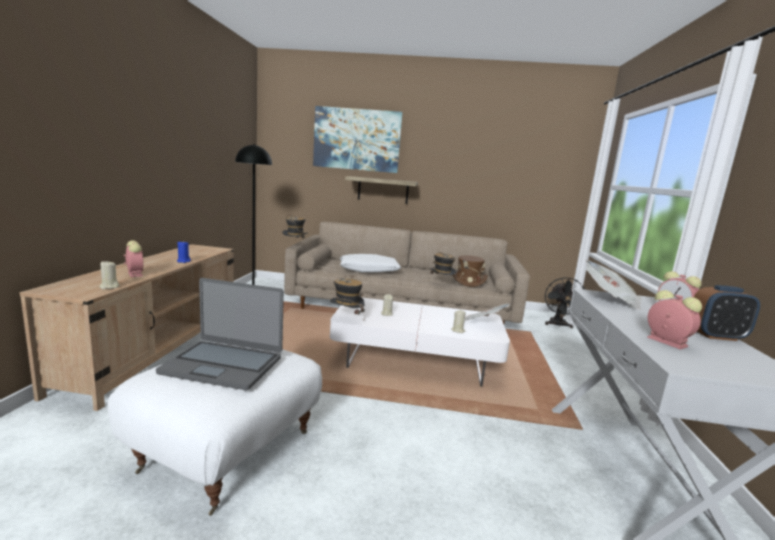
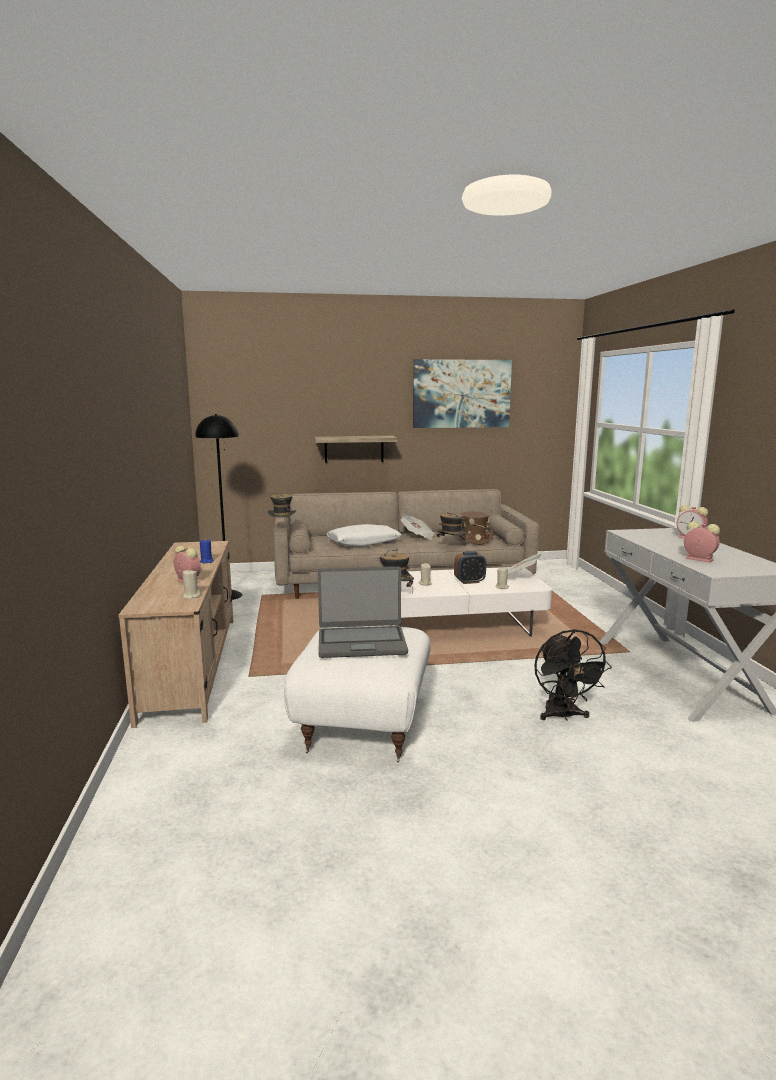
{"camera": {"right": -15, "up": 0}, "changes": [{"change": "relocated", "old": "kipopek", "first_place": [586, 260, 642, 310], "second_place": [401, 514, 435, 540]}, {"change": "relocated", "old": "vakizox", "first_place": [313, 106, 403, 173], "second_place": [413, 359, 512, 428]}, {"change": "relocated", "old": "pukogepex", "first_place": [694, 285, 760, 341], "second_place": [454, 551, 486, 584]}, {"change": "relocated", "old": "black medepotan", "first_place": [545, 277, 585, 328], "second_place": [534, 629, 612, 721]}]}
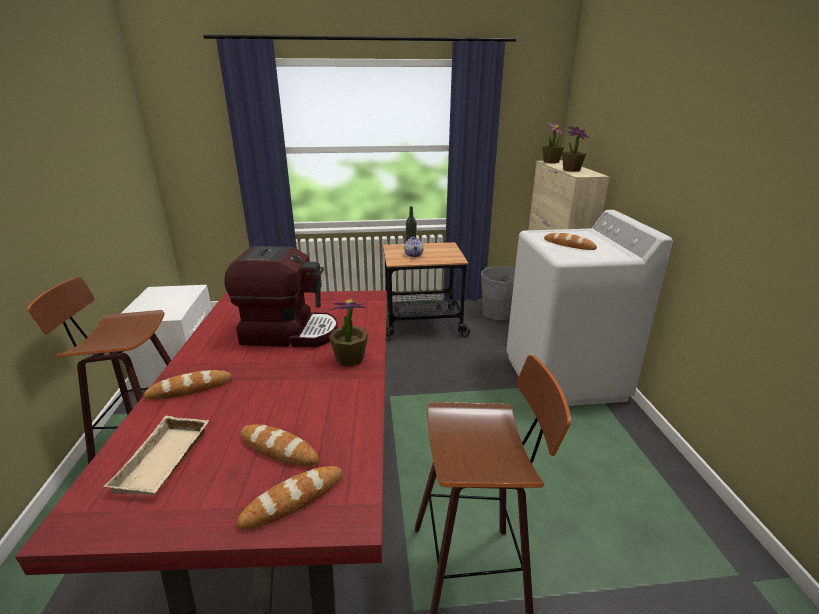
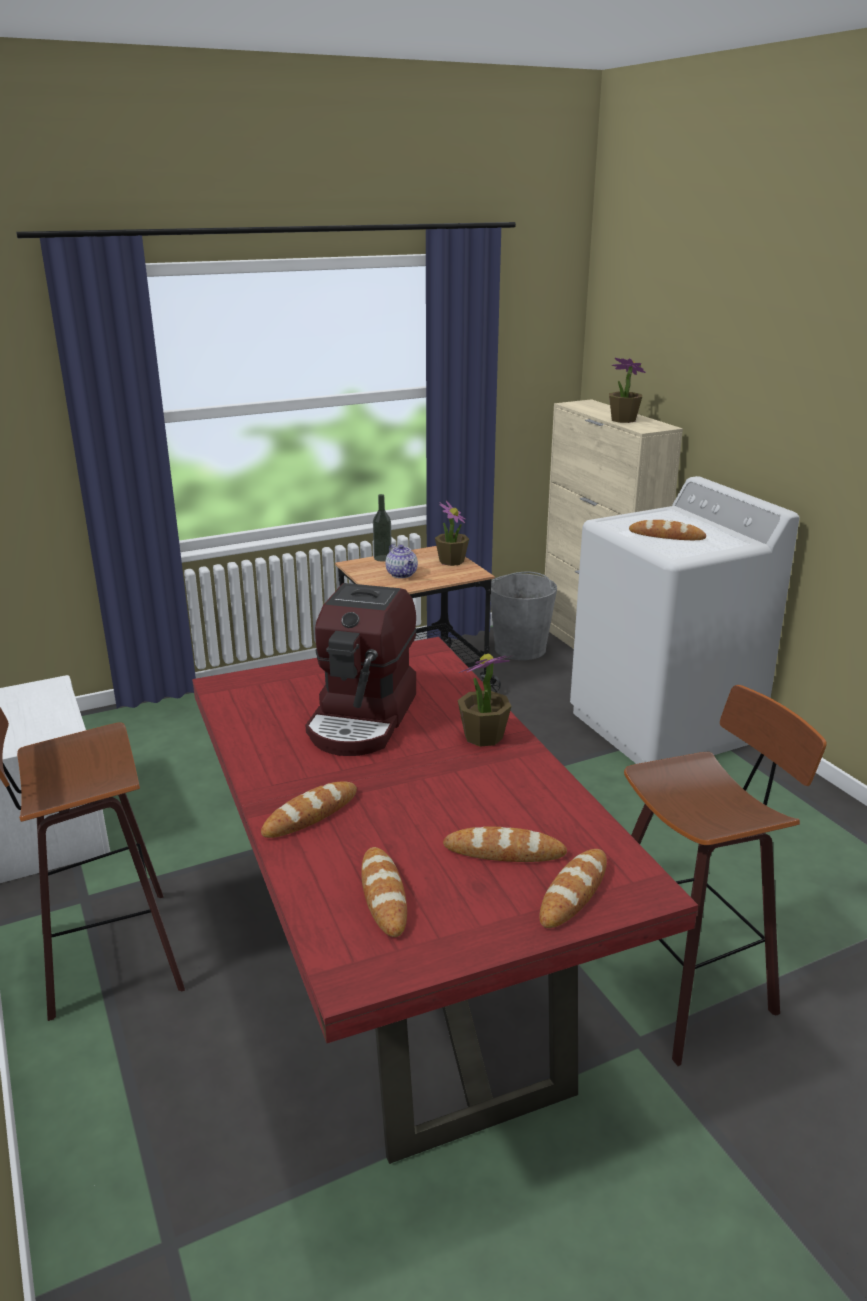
{"camera": {"right": -20, "up": 0}, "changes": [{"change": "spun", "old": "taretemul", "first_place": [224, 246, 338, 347], "second_place": [306, 583, 417, 756], "degrees": 120}, {"change": "exchanged", "old": "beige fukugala", "new": "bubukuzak", "first_place": [103, 416, 209, 495], "second_place": [361, 847, 407, 937]}, {"change": "relocated", "old": "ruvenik", "first_place": [542, 122, 564, 163], "second_place": [435, 501, 469, 566]}]}
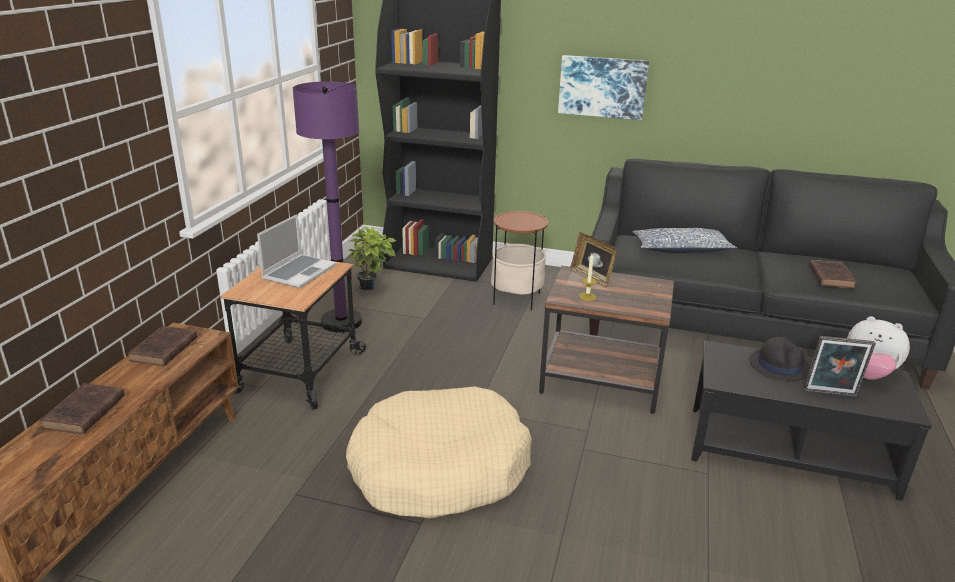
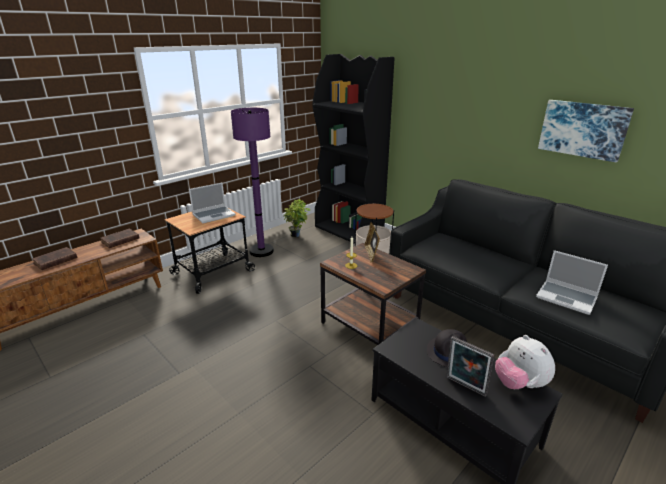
{"camera": {"right": 30, "up": 0}, "changes": [{"change": "exchanged", "old": "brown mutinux", "new": "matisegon", "first_place": [809, 260, 857, 288], "second_place": [536, 250, 608, 315]}, {"change": "relocated", "old": "vakizox", "first_place": [558, 55, 649, 120], "second_place": [538, 100, 634, 163]}, {"change": "missing", "old": "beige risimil", "first_place": [346, 386, 532, 519]}, {"change": "missing", "old": "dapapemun", "first_place": [632, 228, 737, 253]}]}
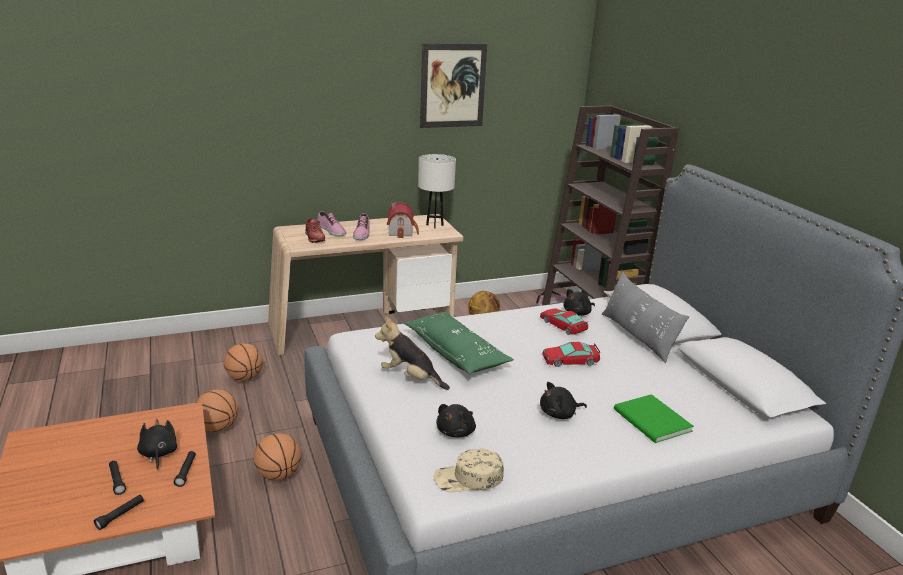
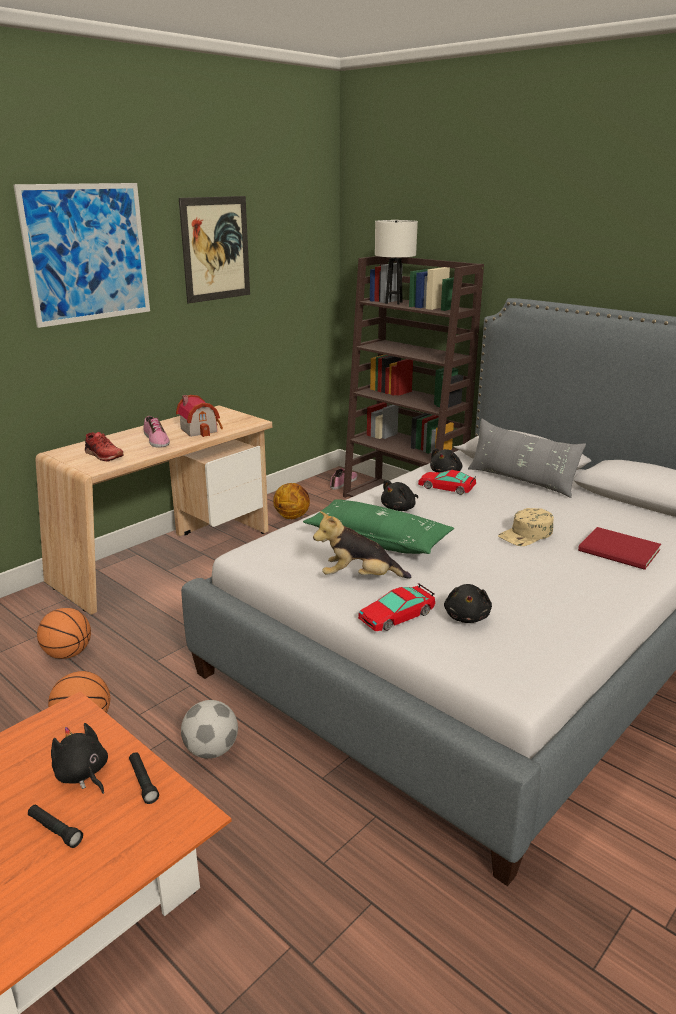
{"camera": {"right": -25, "up": 0}, "changes": [{"change": "appeared", "new": "vakizox", "second_place": [13, 183, 150, 328]}, {"change": "exchanged", "old": "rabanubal", "new": "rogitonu", "first_place": [254, 433, 301, 480], "second_place": [181, 700, 238, 759]}, {"change": "relocated", "old": "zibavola", "first_place": [542, 342, 601, 367], "second_place": [358, 583, 435, 631]}, {"change": "relocated", "old": "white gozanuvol", "first_place": [418, 154, 456, 228], "second_place": [375, 220, 418, 304]}, {"change": "relocated", "old": "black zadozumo", "first_place": [540, 382, 587, 419], "second_place": [381, 480, 418, 511]}, {"change": "relocated", "old": "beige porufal", "first_place": [434, 448, 504, 492], "second_place": [498, 508, 554, 546]}, {"change": "colour", "old": "green mutinux", "new": "red mutinux", "first_place": [614, 394, 694, 443], "second_place": [578, 527, 661, 570]}, {"change": "missing", "old": "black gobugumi", "first_place": [94, 495, 144, 530]}, {"change": "missing", "old": "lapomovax", "first_place": [317, 211, 346, 236]}]}
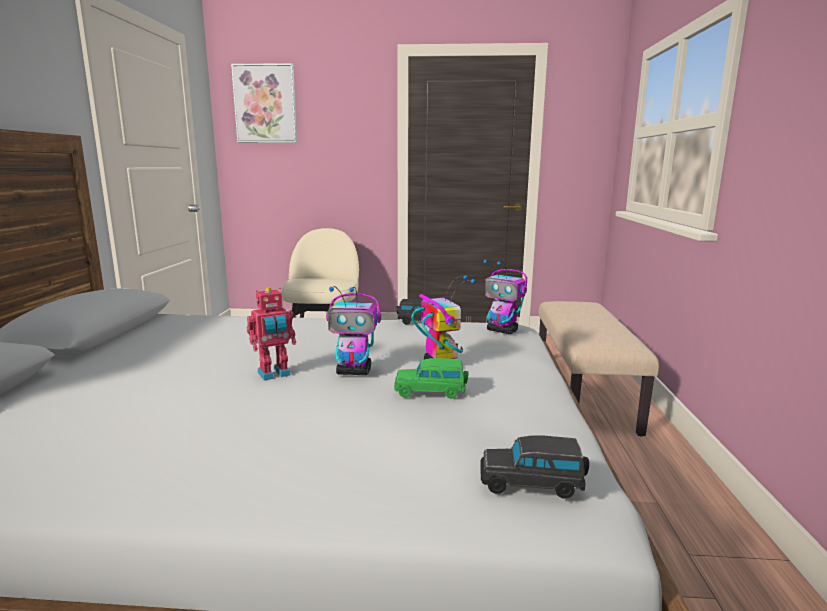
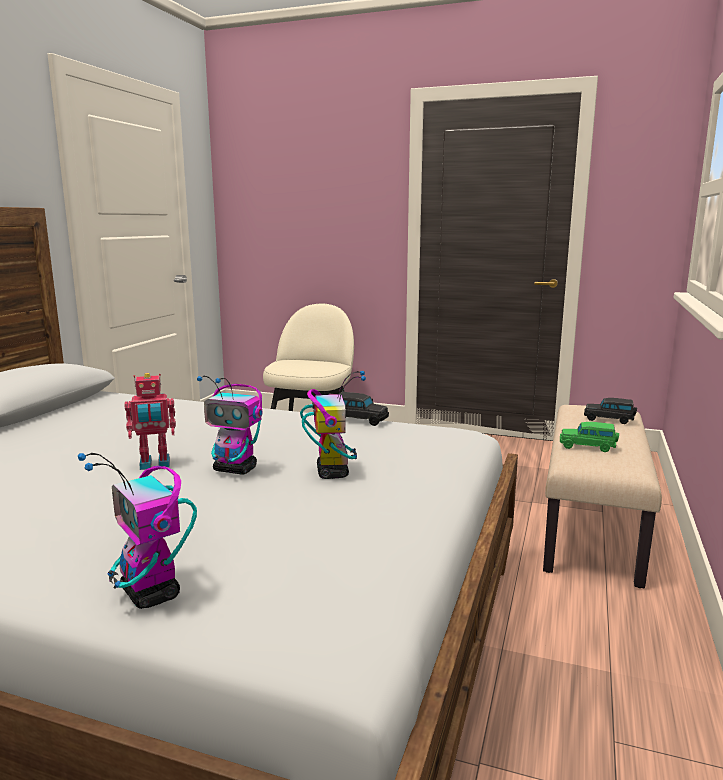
{"camera": {"right": 15, "up": 0}, "changes": [{"change": "relocated", "old": "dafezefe", "first_place": [484, 260, 527, 334], "second_place": [78, 453, 197, 609]}, {"change": "relocated", "old": "green zibavola", "first_place": [394, 358, 469, 399], "second_place": [560, 422, 619, 452]}, {"change": "relocated", "old": "black zibavola", "first_place": [480, 435, 589, 499], "second_place": [584, 398, 637, 424]}, {"change": "missing", "old": "vakizox", "first_place": [231, 63, 297, 143]}]}
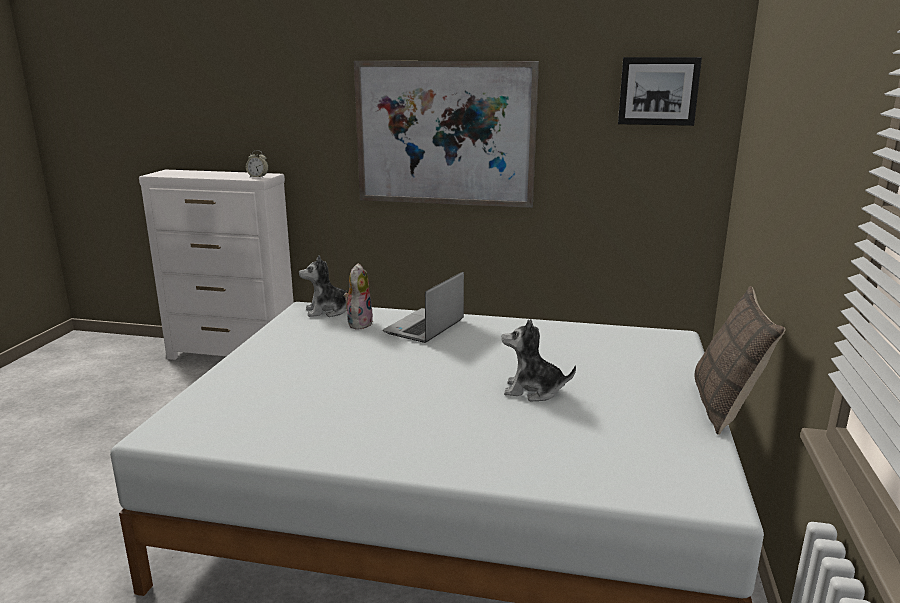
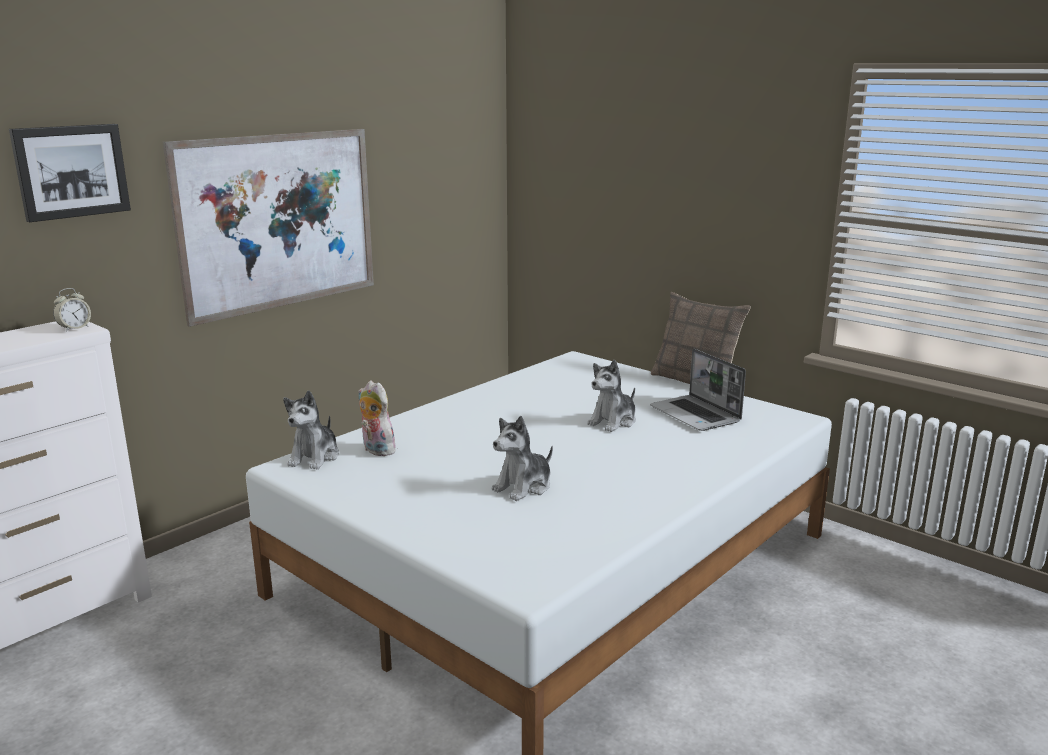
{"camera": {"right": -60, "up": 0}, "changes": [{"change": "relocated", "old": "vakizox", "first_place": [618, 57, 702, 126], "second_place": [9, 124, 131, 222]}, {"change": "appeared", "new": "zadozumo", "second_place": [492, 416, 553, 501]}, {"change": "relocated", "old": "matisegon", "first_place": [383, 272, 464, 343], "second_place": [650, 349, 746, 431]}]}
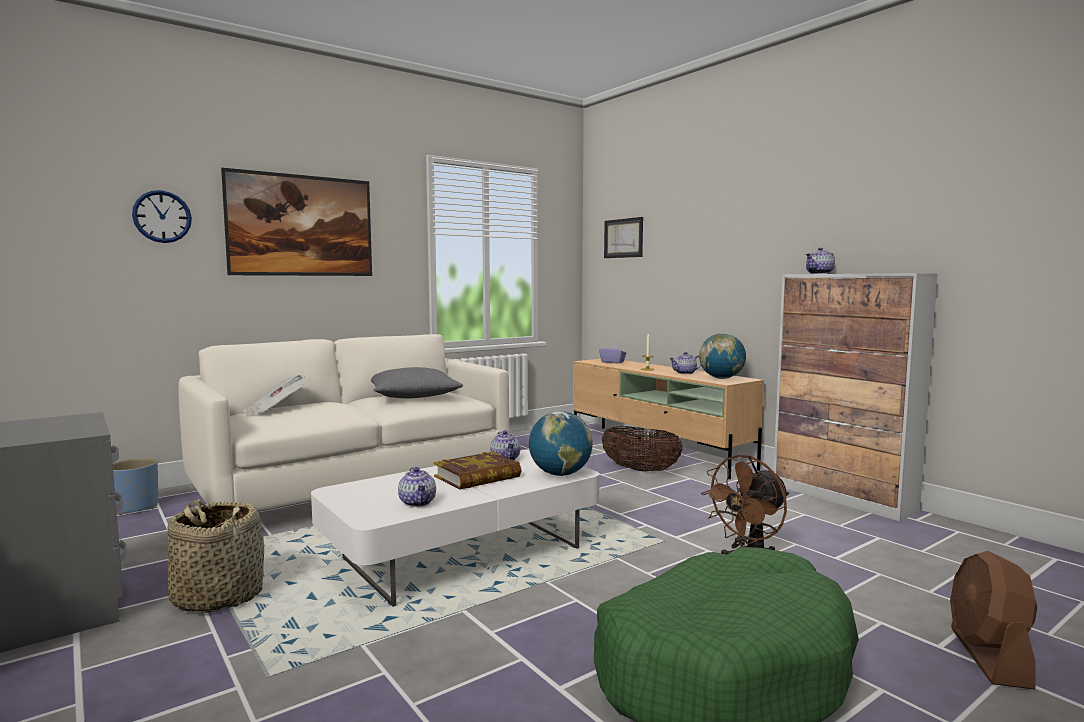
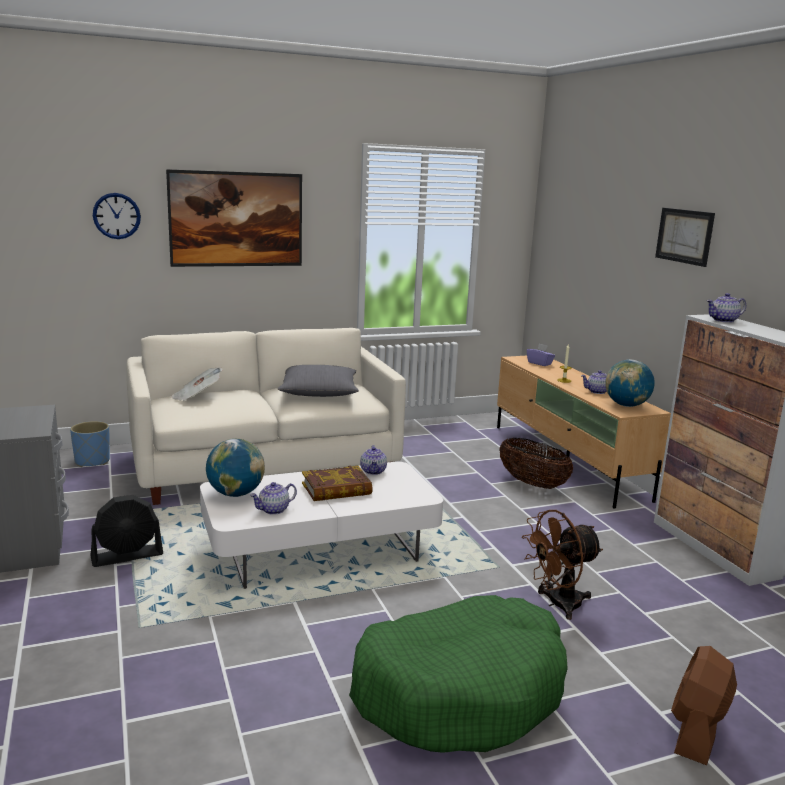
{"camera": {"right": 15, "up": 10}, "changes": [{"change": "exchanged", "old": "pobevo", "new": "black medepotan", "first_place": [167, 499, 264, 613], "second_place": [90, 495, 163, 567]}, {"change": "relocated", "old": "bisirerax", "first_place": [529, 411, 593, 476], "second_place": [206, 438, 265, 497]}, {"change": "spun", "old": "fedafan", "first_place": [398, 467, 436, 507], "second_place": [250, 482, 297, 515], "degrees": 60}, {"change": "relocated", "old": "vakizox", "first_place": [604, 217, 643, 258], "second_place": [655, 208, 715, 267]}]}
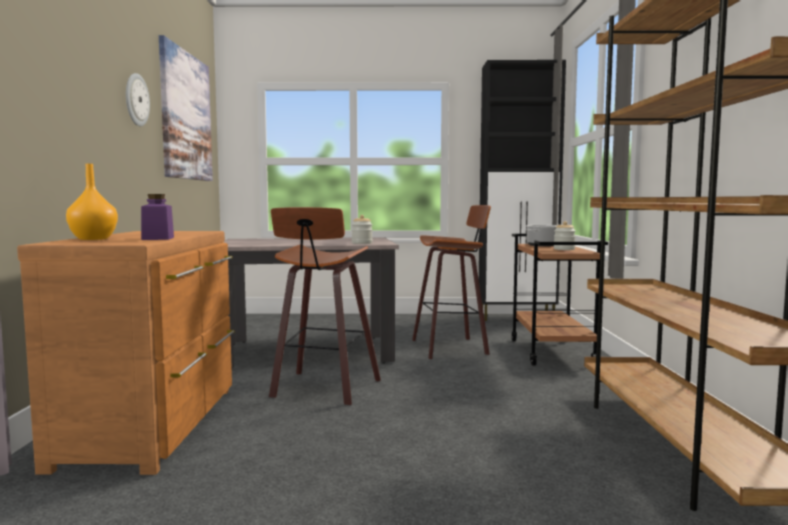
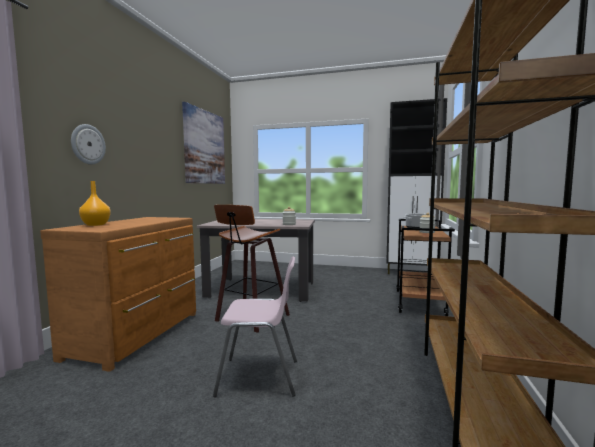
{"camera": {"right": 15, "up": 0}, "changes": [{"change": "relocated", "old": "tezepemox", "first_place": [126, 73, 150, 126], "second_place": [71, 124, 106, 164]}, {"change": "appeared", "new": "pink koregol", "second_place": [213, 256, 297, 397]}, {"change": "missing", "old": "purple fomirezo", "first_place": [141, 194, 174, 240]}, {"change": "missing", "old": "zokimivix", "first_place": [412, 205, 491, 359]}]}
